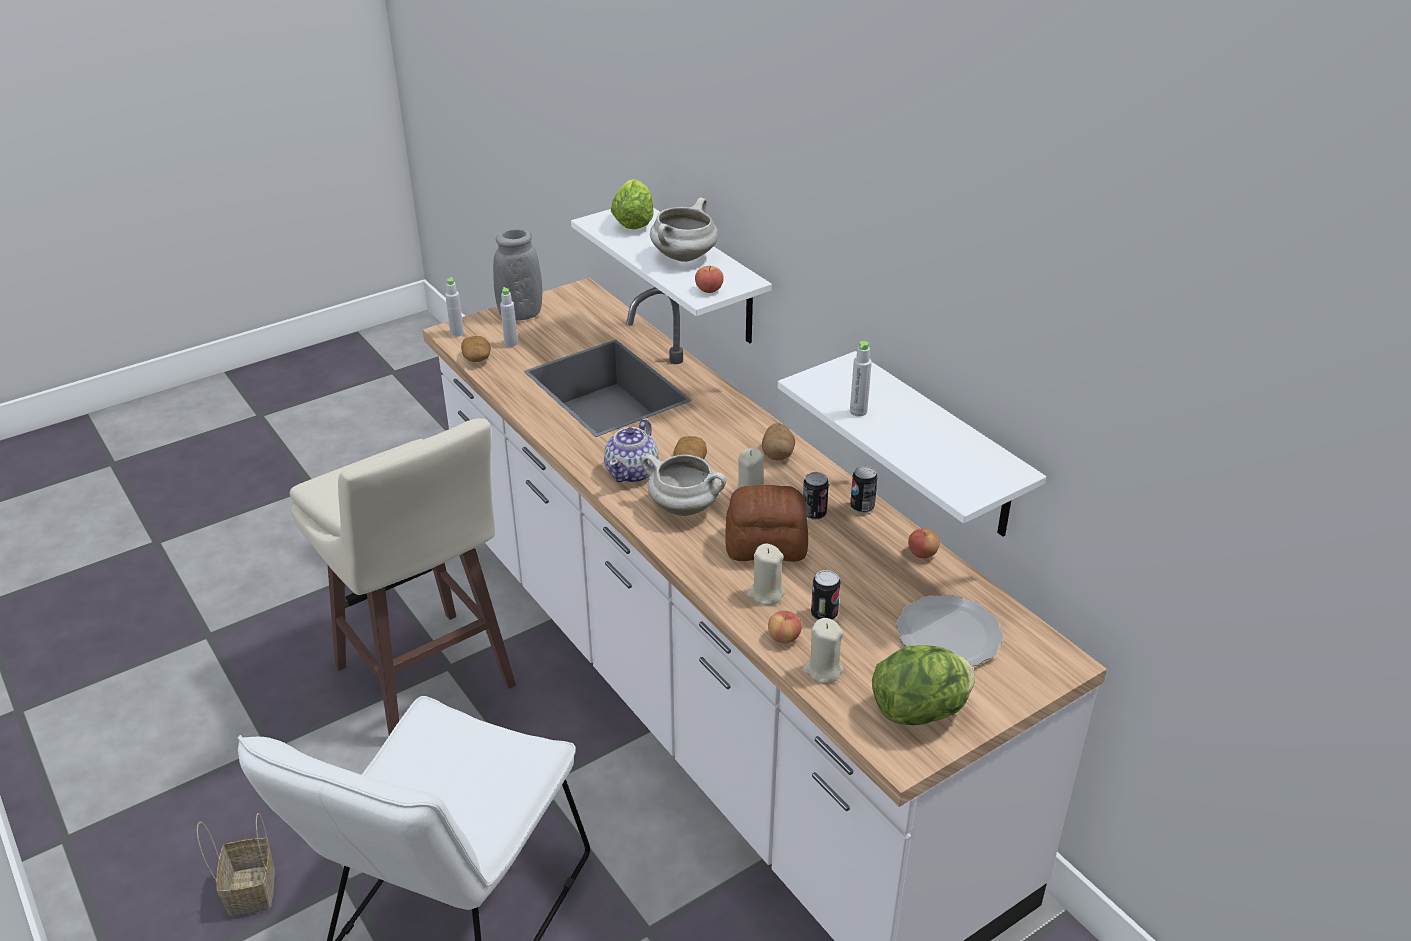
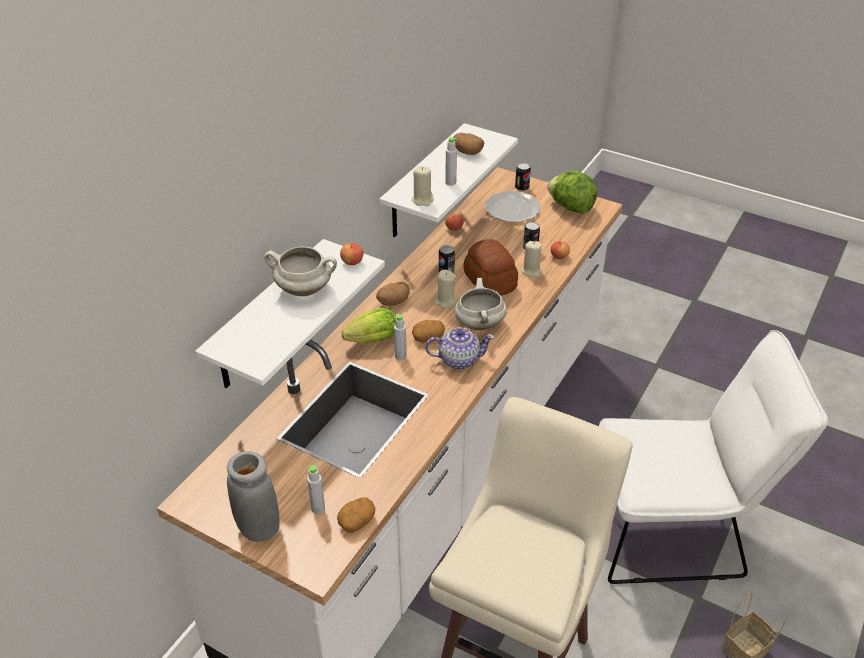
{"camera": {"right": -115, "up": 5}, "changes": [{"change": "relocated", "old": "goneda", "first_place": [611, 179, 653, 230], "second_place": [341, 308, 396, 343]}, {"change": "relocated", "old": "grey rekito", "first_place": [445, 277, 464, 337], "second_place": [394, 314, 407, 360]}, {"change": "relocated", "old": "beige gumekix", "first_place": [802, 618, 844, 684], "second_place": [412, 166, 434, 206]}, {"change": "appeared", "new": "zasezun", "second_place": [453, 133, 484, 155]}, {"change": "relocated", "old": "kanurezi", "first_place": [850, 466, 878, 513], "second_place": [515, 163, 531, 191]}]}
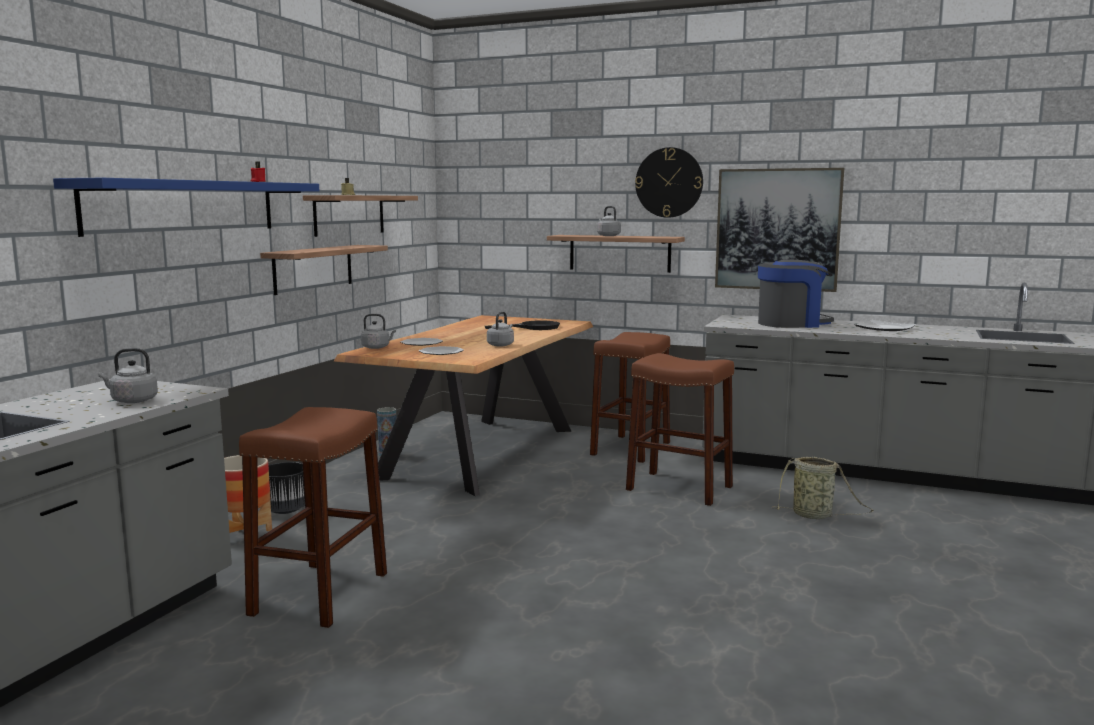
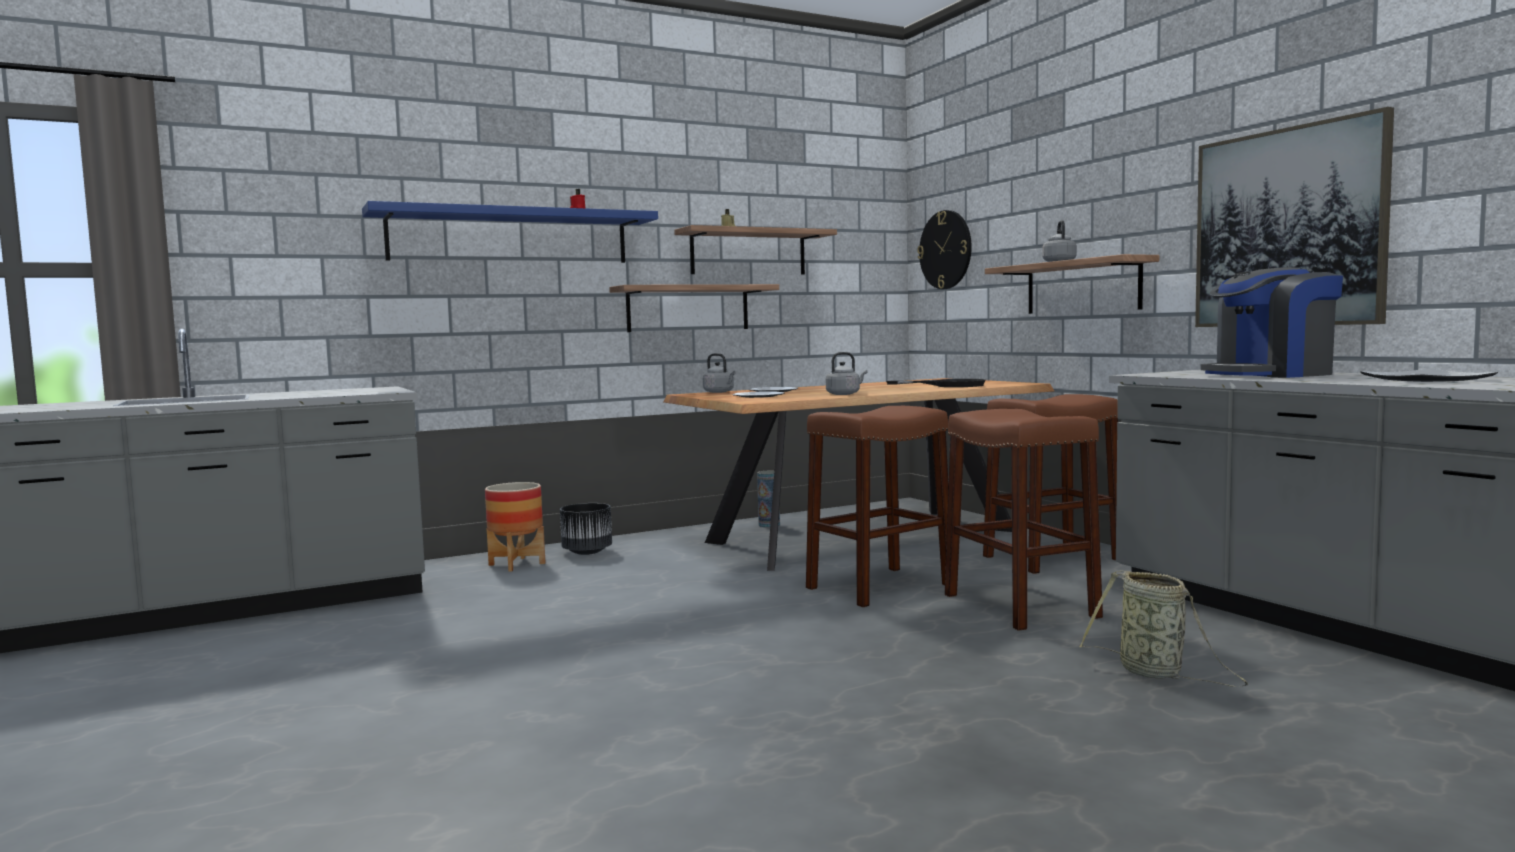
{"camera": {"right": 40, "up": -5}, "changes": [{"change": "relocated", "old": "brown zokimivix", "first_place": [239, 407, 387, 628], "second_place": [806, 406, 949, 607]}, {"change": "relocated", "old": "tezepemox", "first_place": [635, 147, 703, 218], "second_place": [917, 210, 972, 289]}, {"change": "spun", "old": "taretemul", "first_place": [758, 260, 834, 328], "second_place": [1201, 267, 1343, 378], "degrees": 135}, {"change": "missing", "old": "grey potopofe", "first_place": [98, 348, 158, 403]}]}
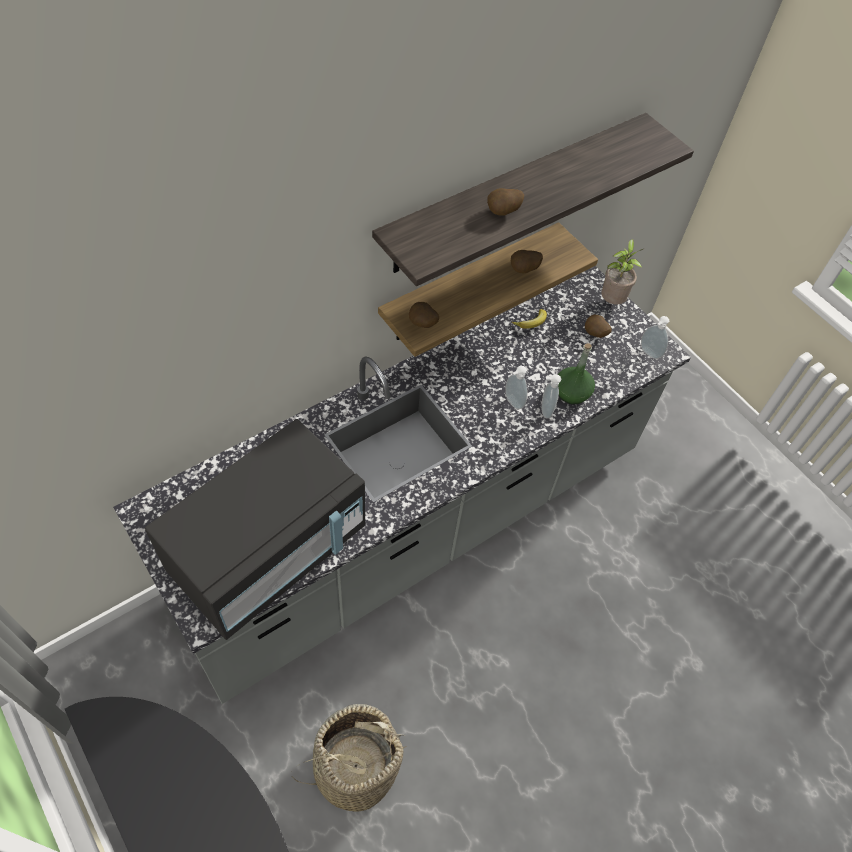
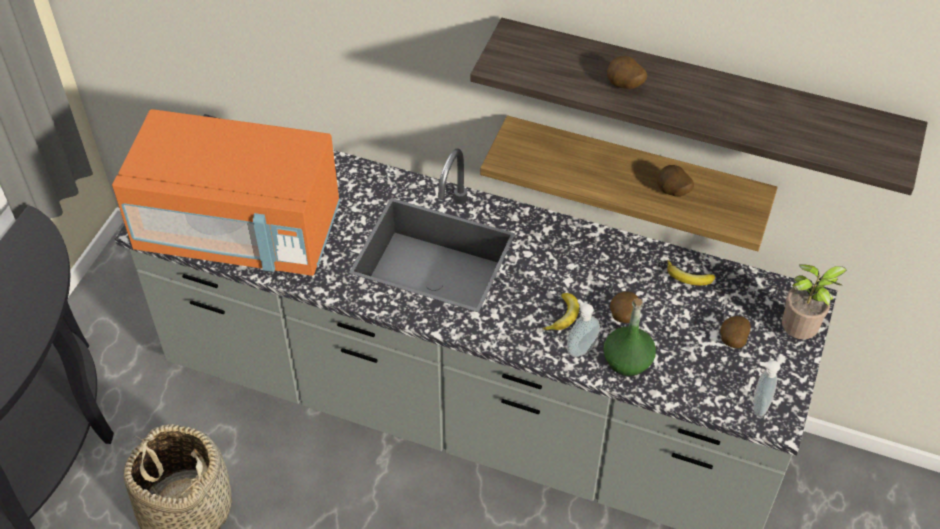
{"camera": {"right": 60, "up": -5}, "changes": [{"change": "colour", "old": "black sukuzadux", "new": "orange sukuzadux", "first_place": [145, 419, 365, 640], "second_place": [112, 109, 340, 276]}, {"change": "exchanged", "old": "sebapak", "new": "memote", "first_place": [505, 366, 528, 409], "second_place": [542, 293, 579, 330]}, {"change": "relocated", "old": "zasezun", "first_place": [409, 302, 439, 328], "second_place": [610, 291, 638, 323]}]}
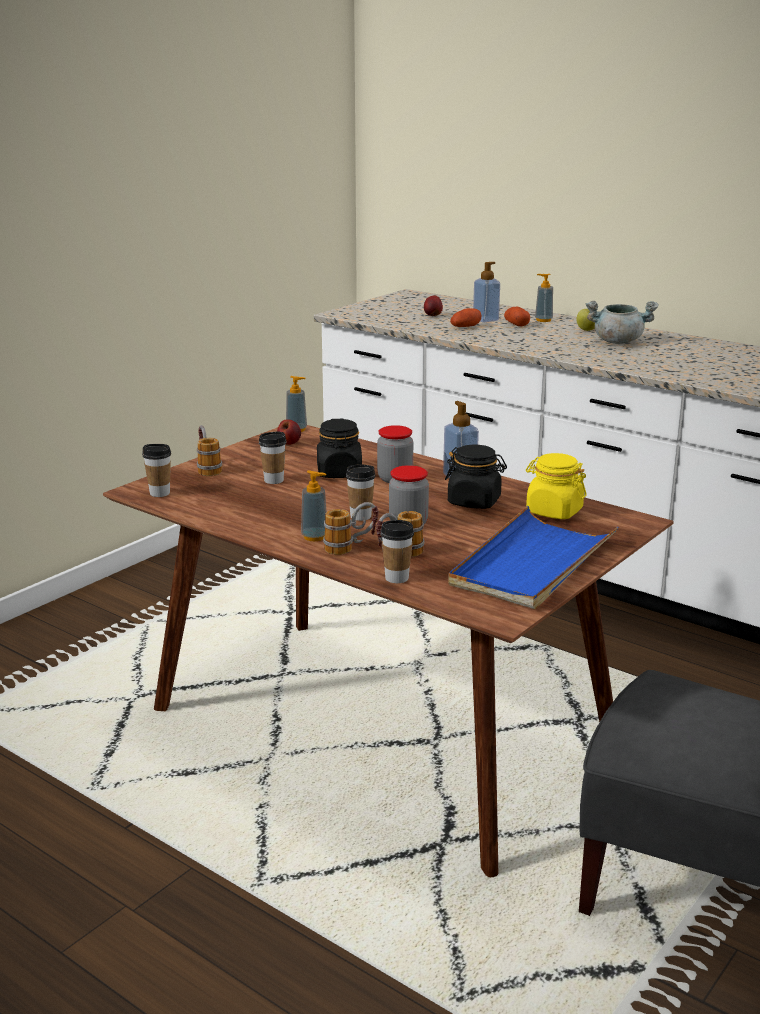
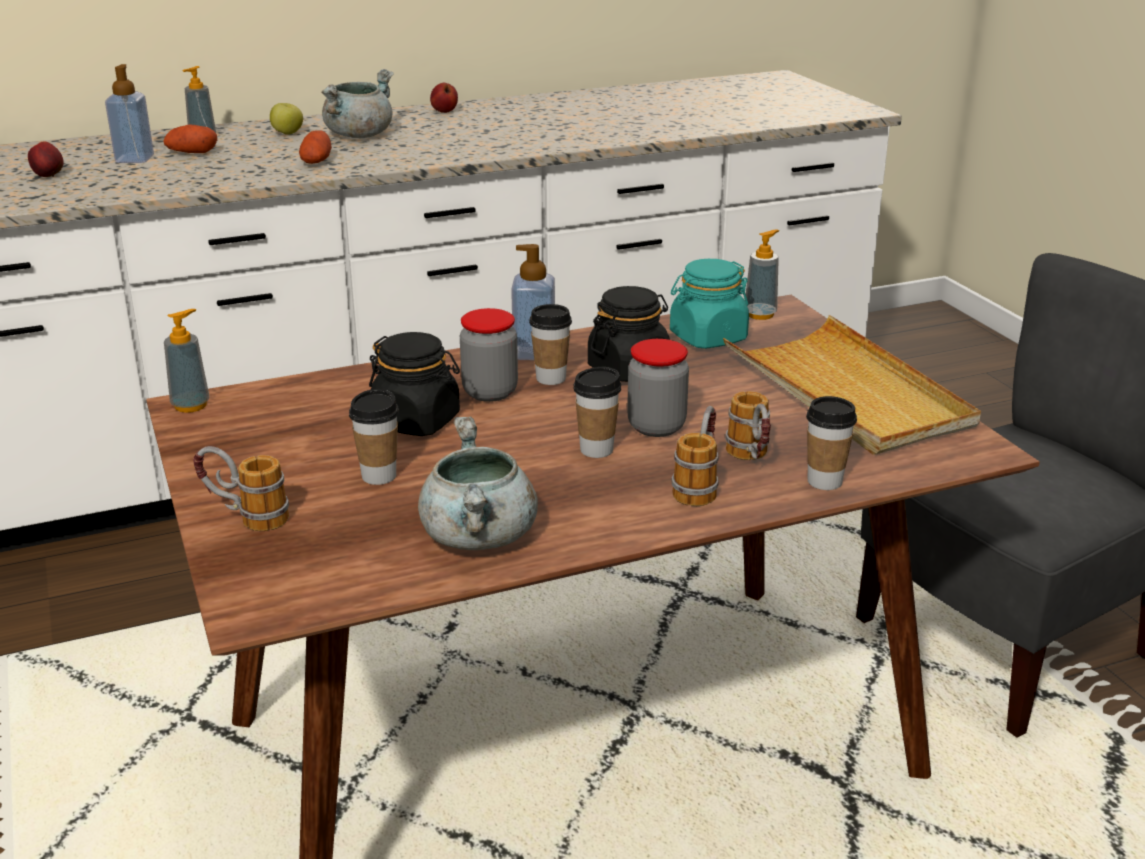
{"camera": {"right": -60, "up": 5}, "changes": [{"change": "relocated", "old": "zasezun", "first_place": [450, 308, 482, 327], "second_place": [299, 131, 332, 164]}, {"change": "appeared", "new": "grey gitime", "second_place": [418, 416, 538, 550]}, {"change": "relocated", "old": "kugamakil", "first_place": [277, 419, 301, 445], "second_place": [430, 83, 458, 113]}, {"change": "relocated", "old": "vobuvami", "first_place": [142, 444, 171, 497], "second_place": [529, 304, 572, 385]}, {"change": "colour", "old": "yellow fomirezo", "new": "turquoise fomirezo", "first_place": [526, 453, 587, 519], "second_place": [670, 259, 749, 349]}, {"change": "colour", "old": "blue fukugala", "new": "beige fukugala", "first_place": [448, 506, 618, 609], "second_place": [723, 315, 981, 455]}, {"change": "relocated", "old": "sebapak", "first_place": [301, 470, 327, 541], "second_place": [746, 230, 780, 320]}]}
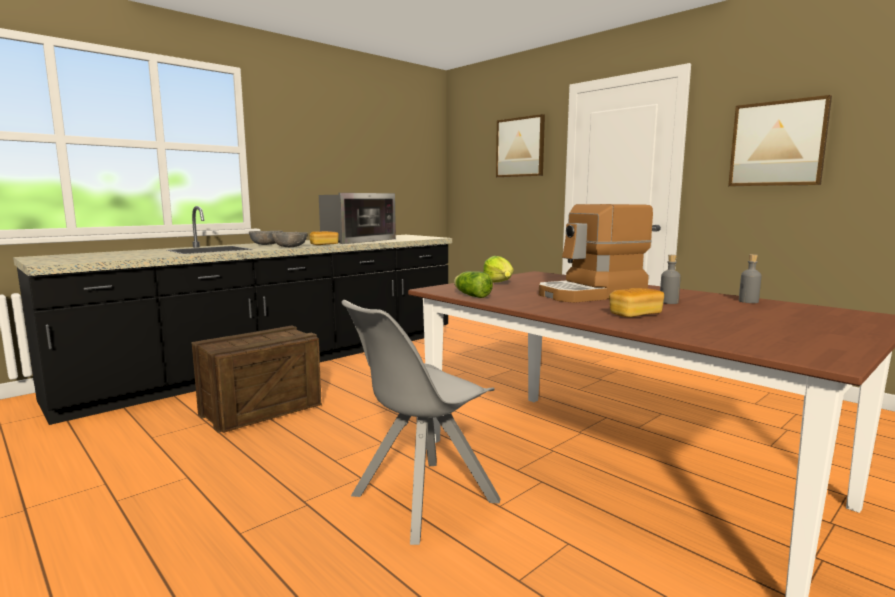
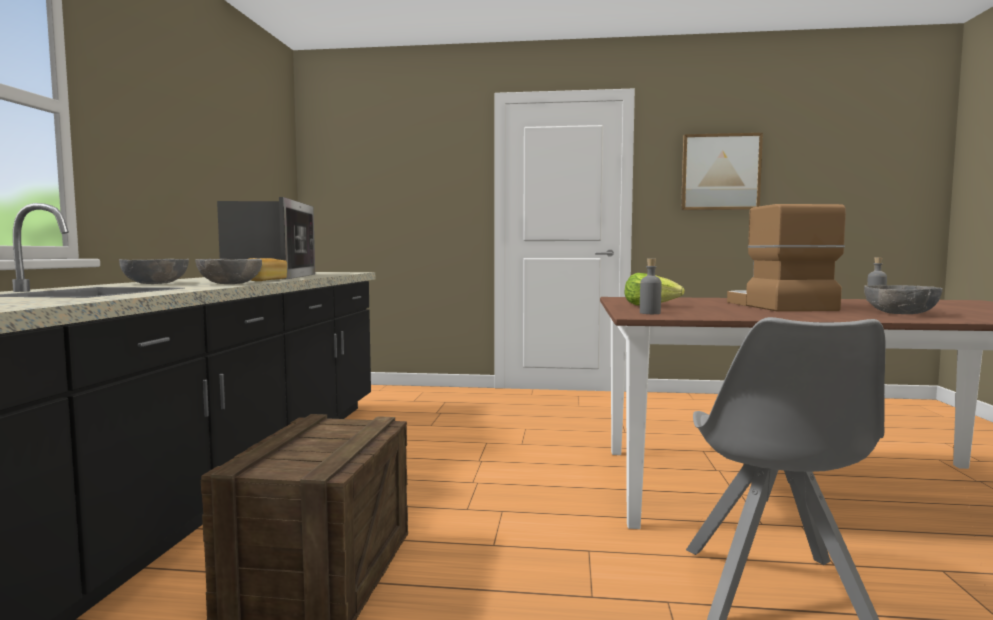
{"camera": {"right": -40, "up": -5}, "changes": [{"change": "relocated", "old": "grey rekito", "first_place": [660, 255, 681, 304], "second_place": [640, 258, 662, 314]}, {"change": "spun", "old": "taretemul", "first_place": [539, 204, 653, 303], "second_place": [727, 204, 846, 311], "degrees": 150}, {"change": "exchanged", "old": "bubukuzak", "new": "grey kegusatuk", "first_place": [609, 288, 664, 317], "second_place": [864, 285, 943, 314]}, {"change": "missing", "old": "goneda", "first_place": [454, 271, 493, 298]}, {"change": "missing", "old": "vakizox", "first_place": [496, 114, 545, 178]}]}
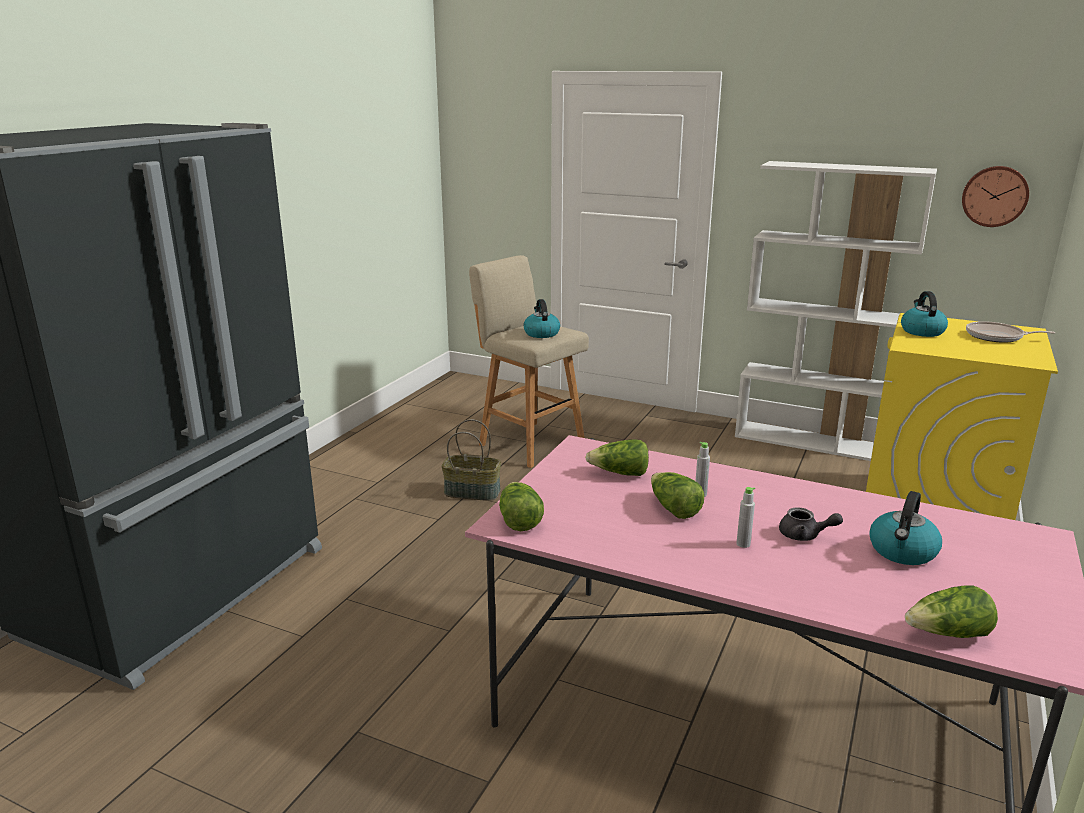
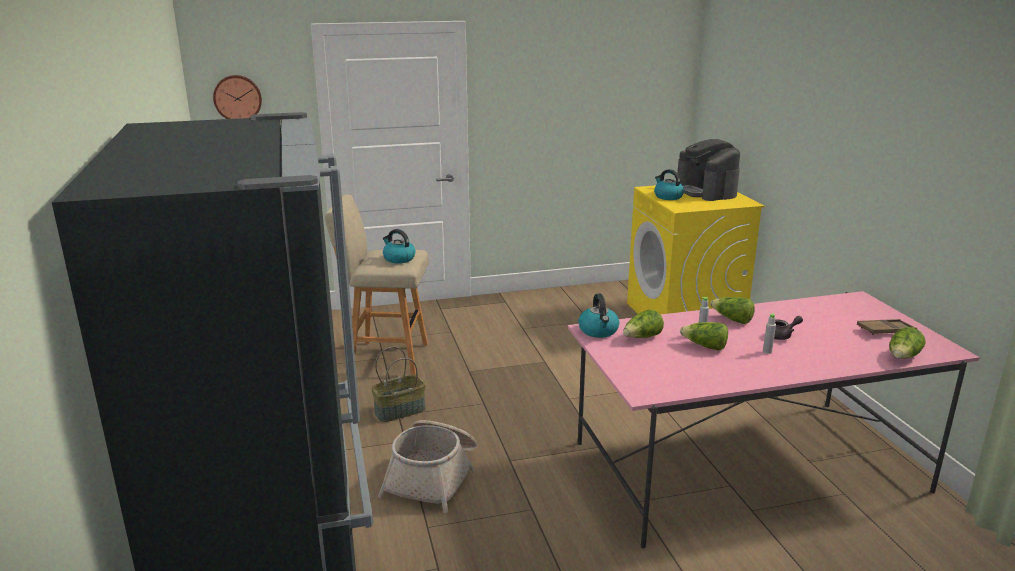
{"camera": {"right": -40, "up": 0}, "changes": [{"change": "relocated", "old": "tezepemox", "first_place": [962, 166, 1029, 227], "second_place": [213, 75, 262, 119]}, {"change": "appeared", "new": "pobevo", "second_place": [378, 420, 477, 513]}, {"change": "relocated", "old": "potopofe", "first_place": [869, 491, 942, 565], "second_place": [578, 294, 620, 338]}, {"change": "exchanged", "old": "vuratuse", "new": "taretemul", "first_place": [966, 321, 1055, 343], "second_place": [677, 139, 740, 201]}, {"change": "relocated", "old": "goneda", "first_place": [499, 482, 544, 531], "second_place": [710, 297, 755, 324]}, {"change": "appeared", "new": "brown fukugala", "second_place": [857, 319, 917, 335]}, {"change": "missing", "old": "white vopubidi", "first_place": [735, 161, 937, 461]}]}
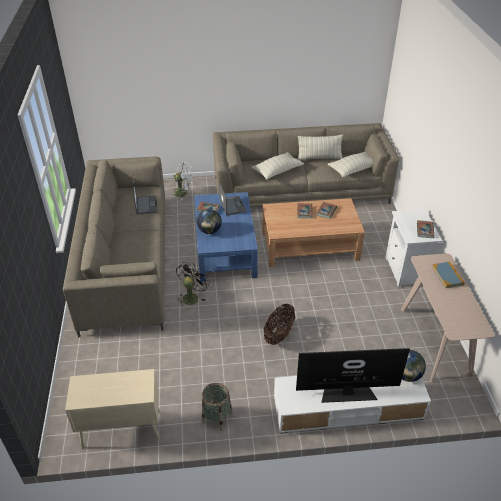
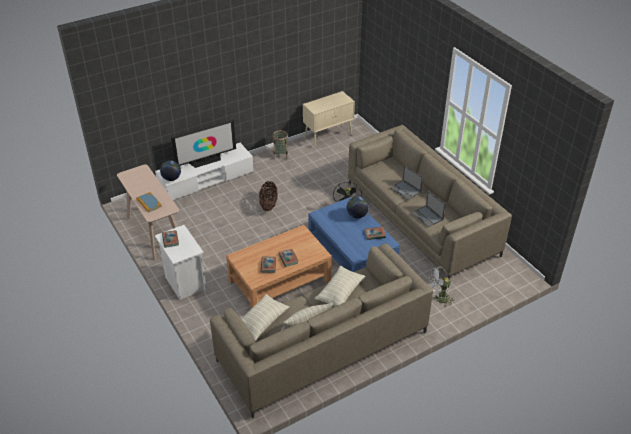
{"camera": {"right": 155, "up": 0}, "changes": [{"change": "relocated", "old": "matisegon", "first_place": [219, 182, 246, 216], "second_place": [390, 165, 423, 200]}]}
